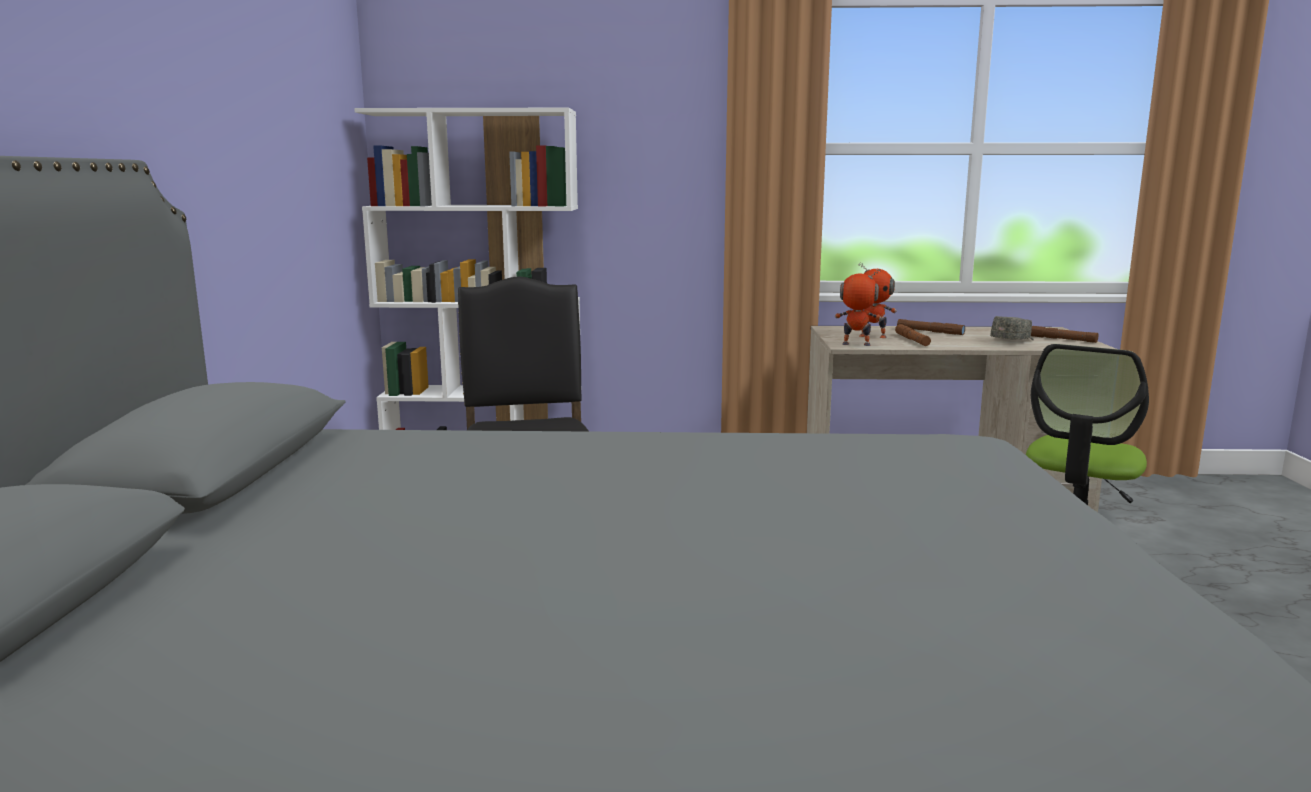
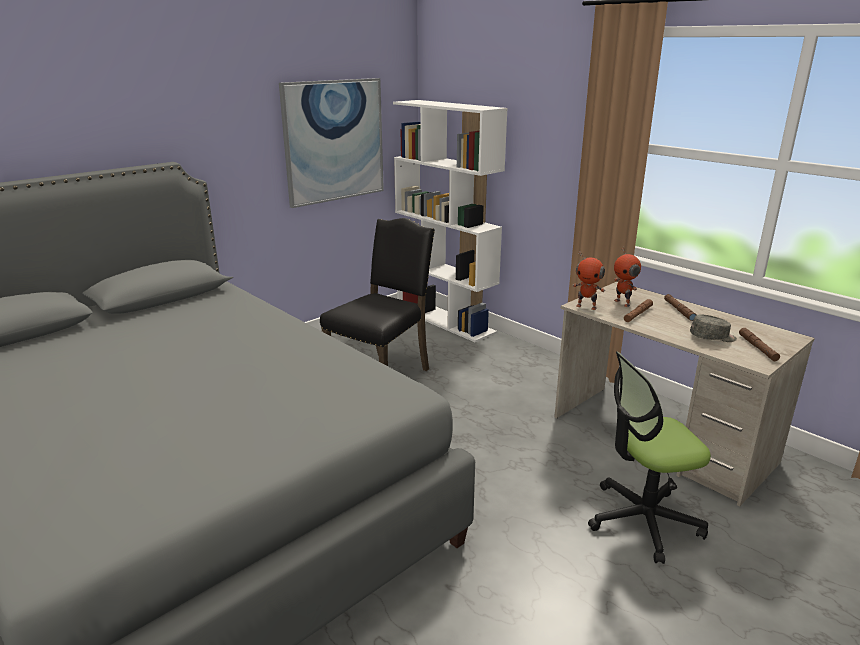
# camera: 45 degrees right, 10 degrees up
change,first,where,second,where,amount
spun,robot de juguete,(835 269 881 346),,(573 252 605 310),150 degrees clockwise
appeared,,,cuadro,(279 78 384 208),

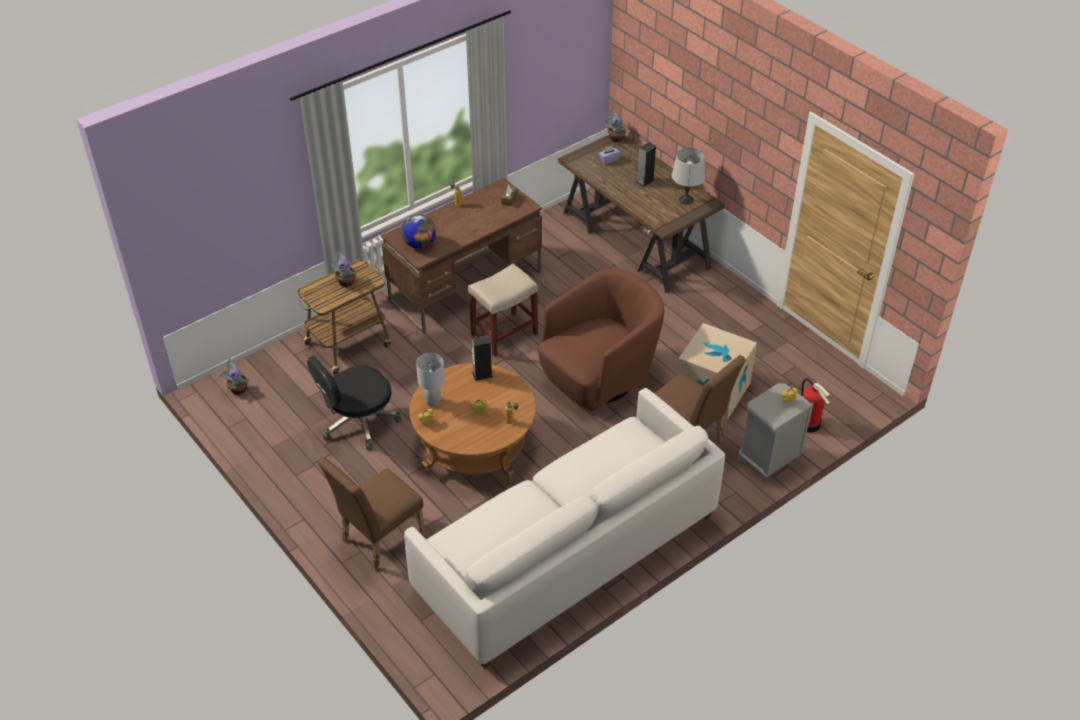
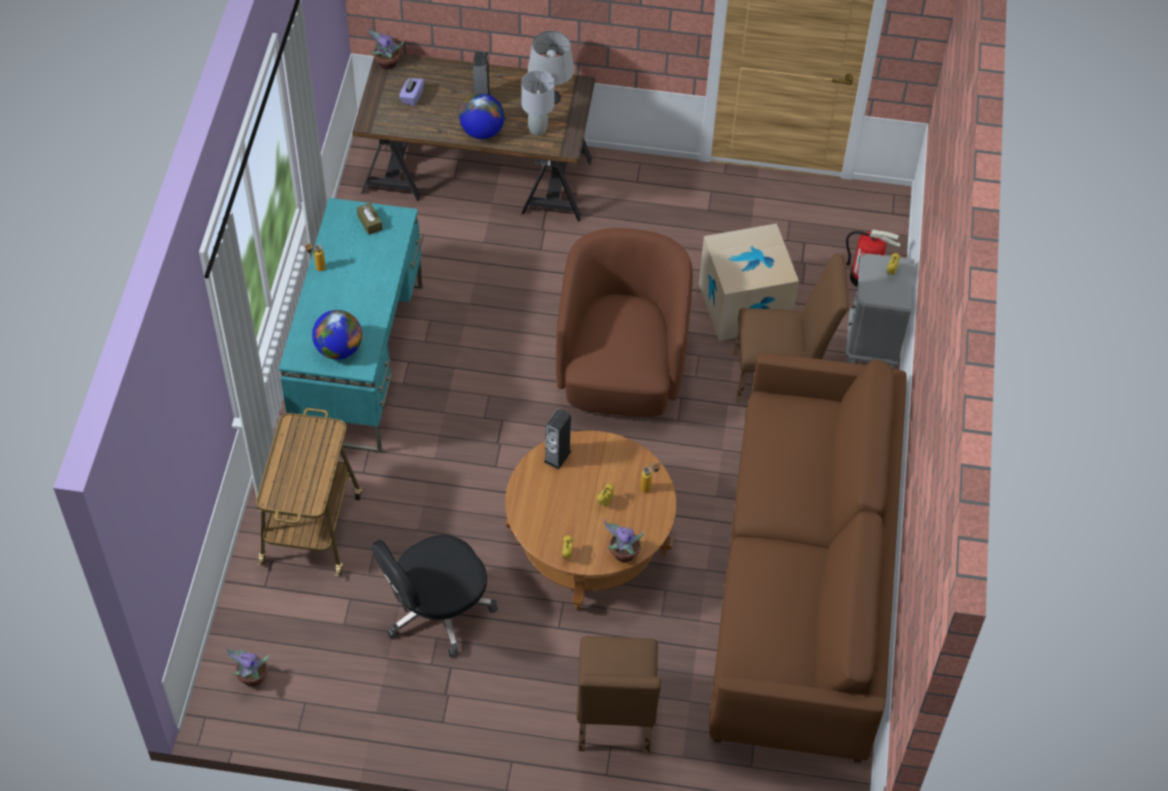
# camera: 45 degrees left, 10 degrees up
change,first,where,second,where,amount
spun,silla de oficina/negro,(307 356 401 450),,(372 535 498 658),45 degrees clockwise
relocated,planta en maceta,(329 249 358 287),,(604 519 644 562),
colour,escritorio/marrón,(381 178 542 334),escritorio/turquesa,(279 198 423 453),
colour,sofá/blanco,(404 388 725 669),sofá/marrón,(708 353 907 763),
relocated,lámpara de mesa/gris,(416 353 445 407),,(521 70 555 136),
missing,taburete/beis,(468 264 538 357),,,
appeared,,,globo terráqueo,(459 94 505 139),

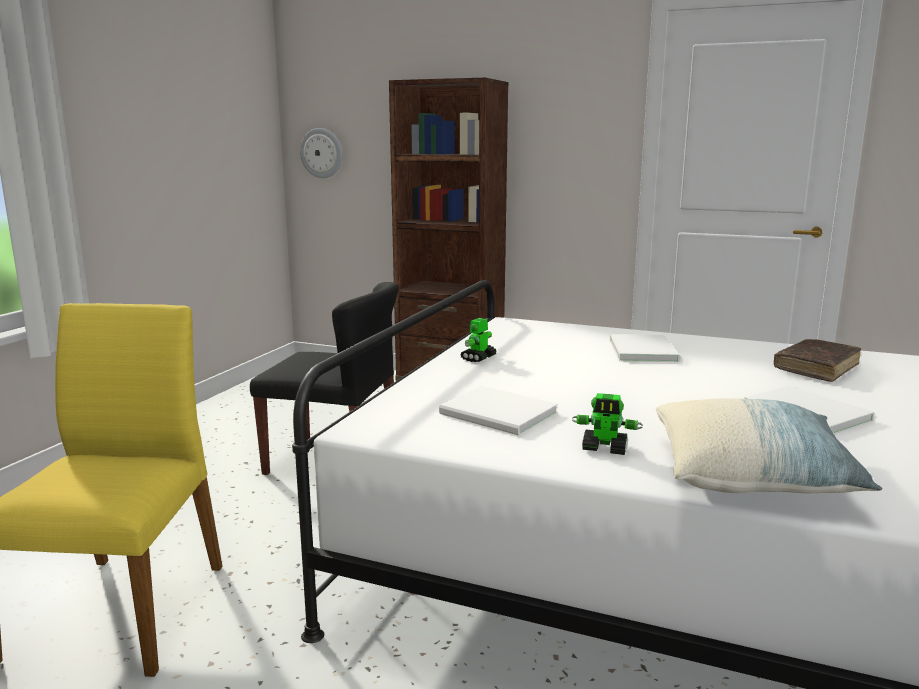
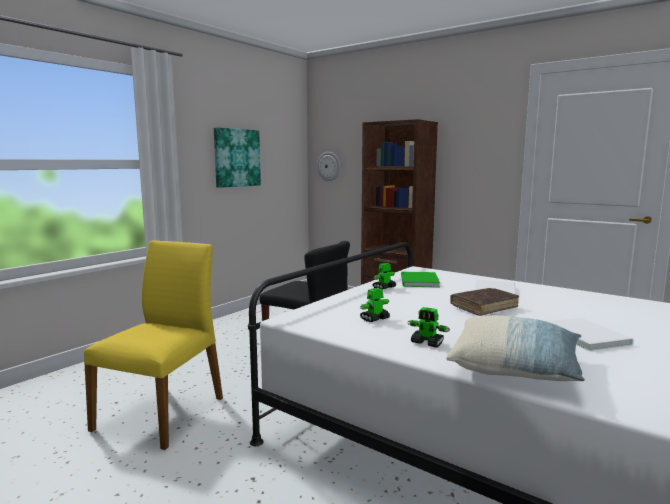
# camera: 15 degrees right, 5 degrees down
change,first,where,second,where,amount
exchanged,libro/blanco,(439 386 558 436),robot de juguete,(360 288 390 322),
relocated,libro/marrón,(774 339 861 382),,(450 288 519 316),
appeared,,,cuadro,(214 127 261 188),
appeared,,,libro/verde,(401 272 440 288),

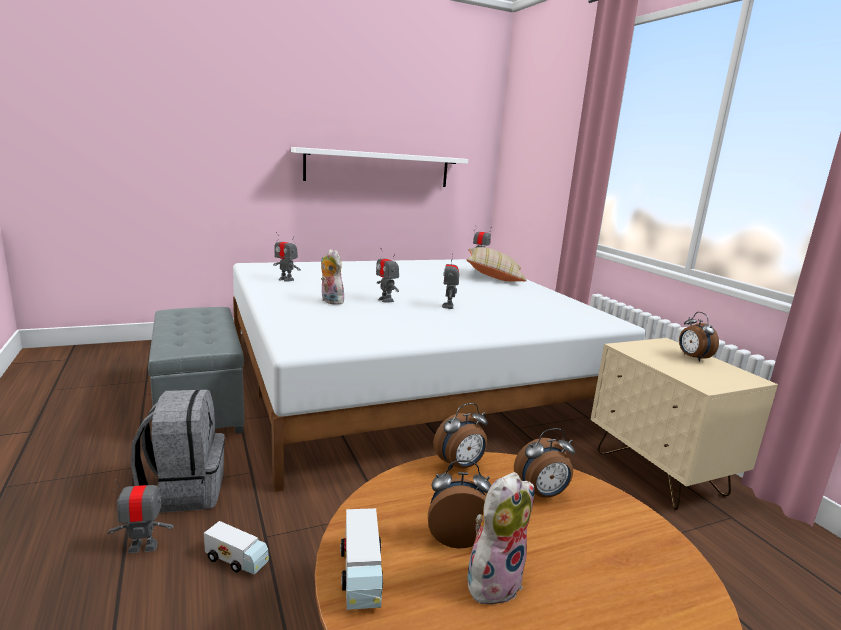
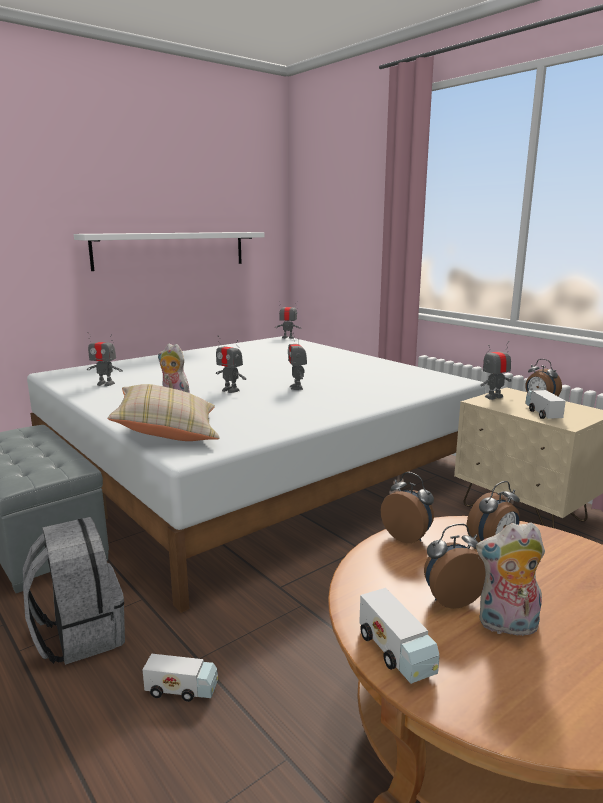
# camera: 15 degrees left, 0 degrees up
change,first,where,second,where,amount
relocated,robot de juguete,(108 475 173 553),,(480 341 512 400),
spun,despertador,(433 403 488 470),,(381 472 434 543),90 degrees counterclockwise
relocated,cojín/beis,(467 247 527 281),,(108 384 220 441),
spun,peluche,(467 472 534 605),,(476 522 545 640),120 degrees counterclockwise
appeared,,,camión de juguete,(525 390 566 419),

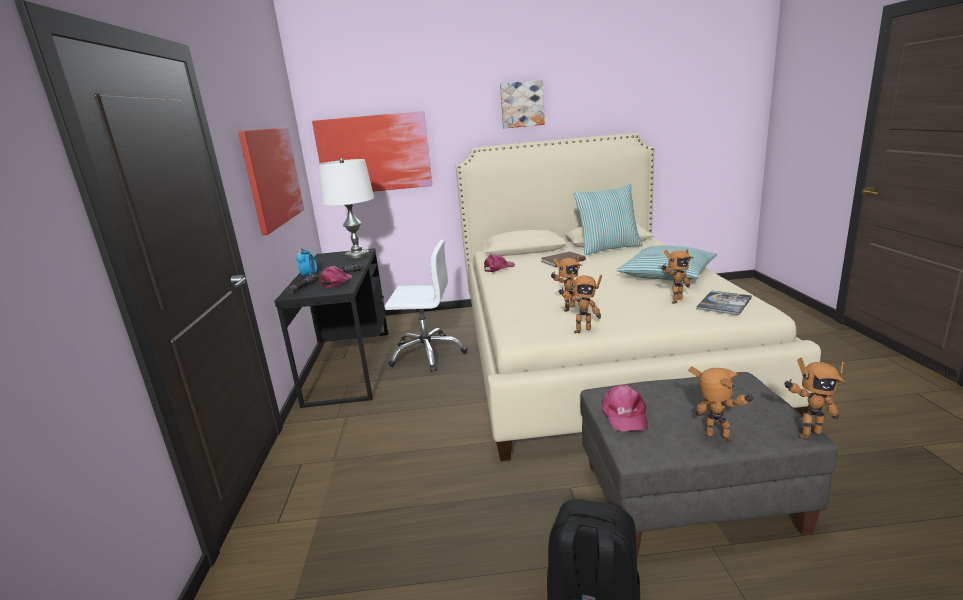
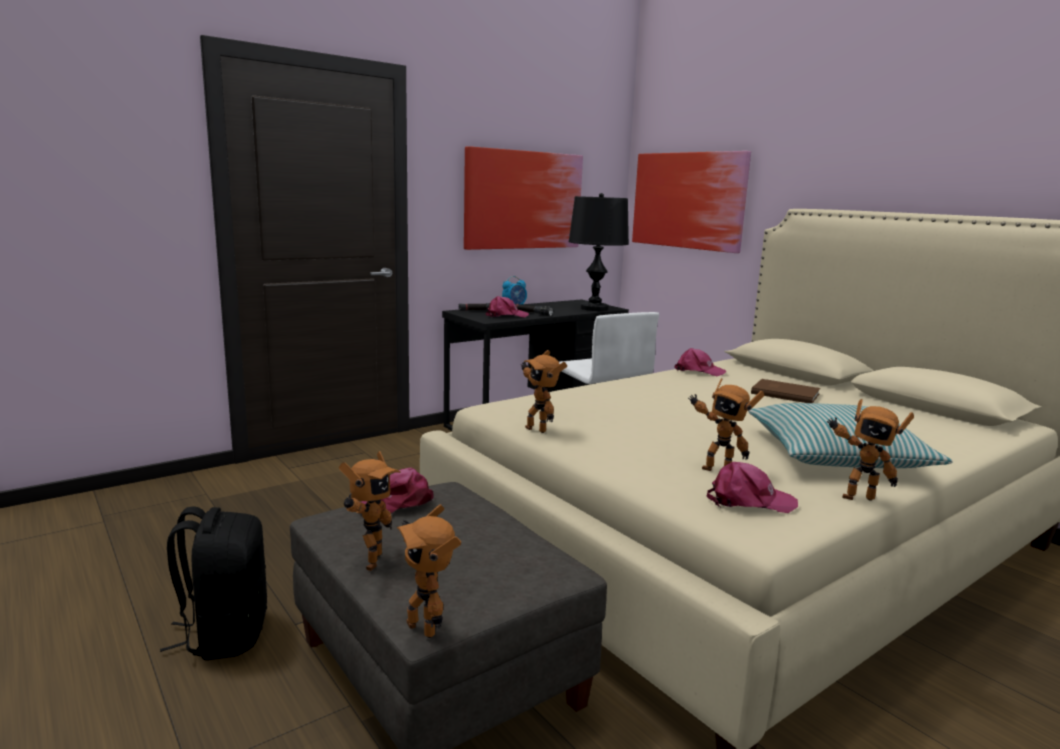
# camera: 55 degrees right, 5 degrees down
change,first,where,second,where,amount
colour,lámpara de mesa/blanco,(318 158 374 259),lámpara de mesa/negro,(569 193 629 311),
missing,cuadro,(500 80 545 128),,,
relocated,robot de juguete,(551 256 583 312),,(827 399 914 501),
missing,cojín,(573 184 643 256),,,
exchanged,libro,(696 291 752 315),gorra/rosa,(706 462 798 513),

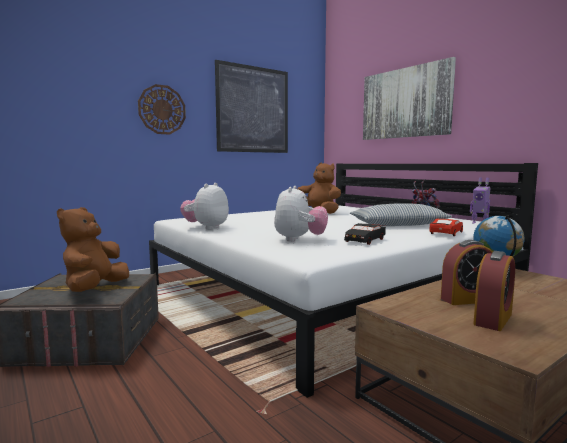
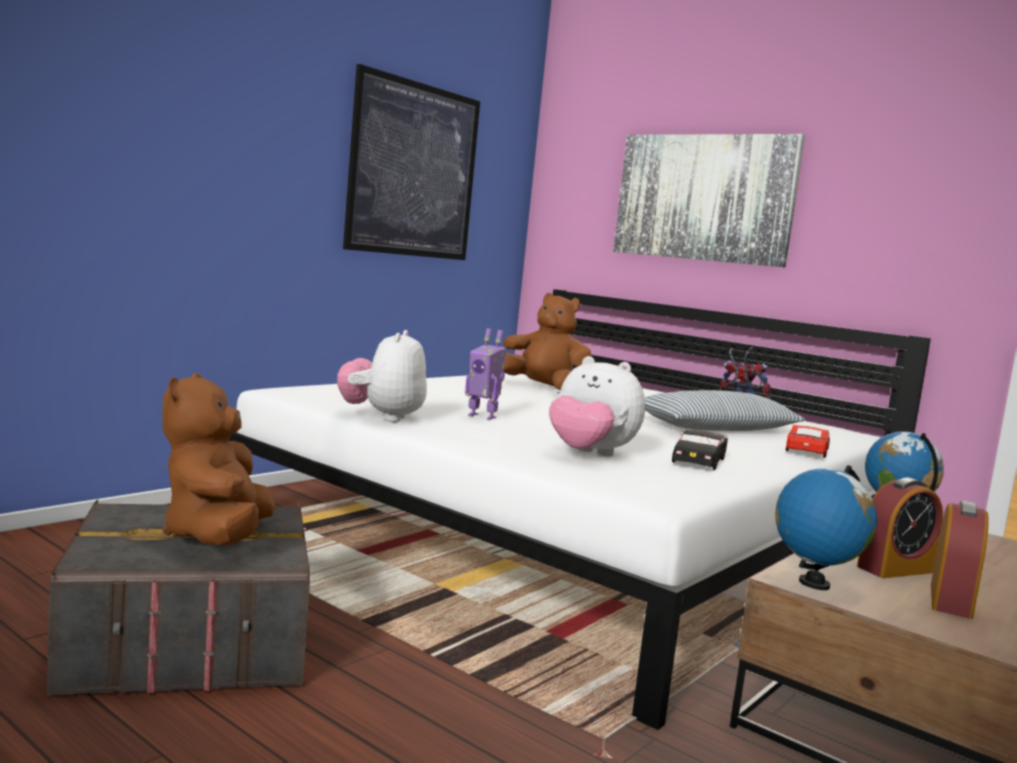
# camera: 15 degrees left, 0 degrees up
change,first,where,second,where,amount
missing,reloj de pared,(138 84 186 135),,,
spun,peluche,(274 186 328 242),,(549 356 645 456),120 degrees clockwise
relocated,robot de juguete,(470 177 491 224),,(465 328 506 420),
appeared,,,globo terráqueo,(775 465 877 590),

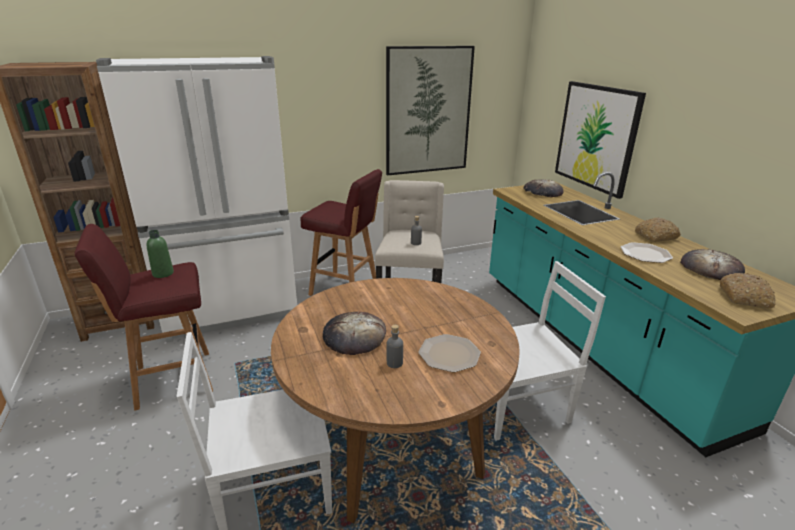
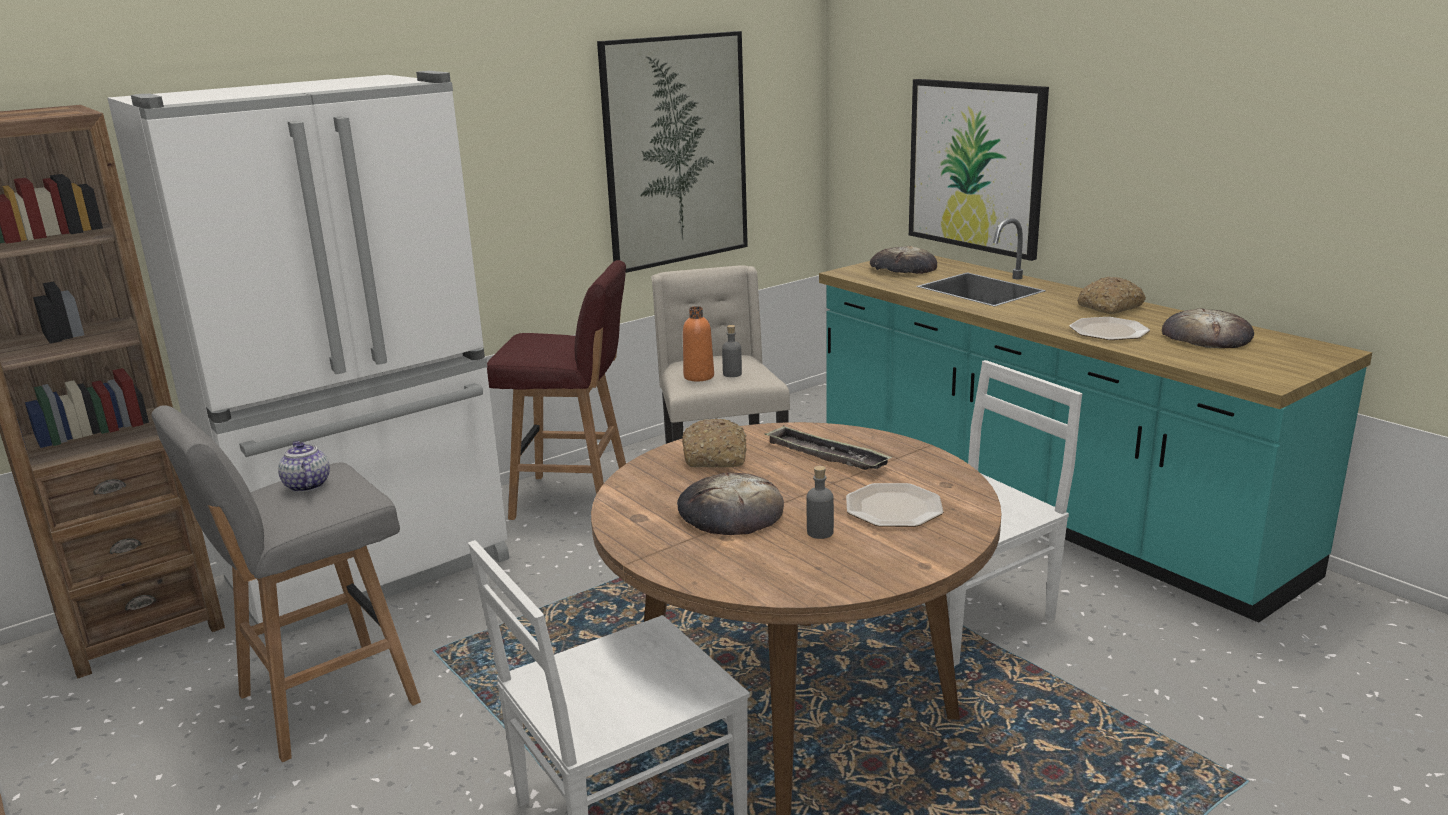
# camera: 15 degrees left, 5 degrees down
change,first,where,second,where,amount
colour,taburete/rojo,(75 224 213 411),taburete/gris,(151 405 421 762),
exchanged,botella/verde,(147 230 174 278),tetera,(278 441 330 492),
relocated,pan,(720 273 776 308),,(682 418 747 468),
appeared,,,botella/naranja,(683 306 714 382),
appeared,,,bandeja,(765 426 892 470),

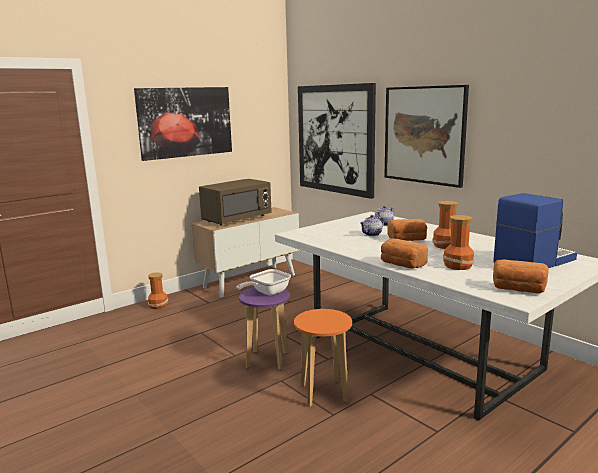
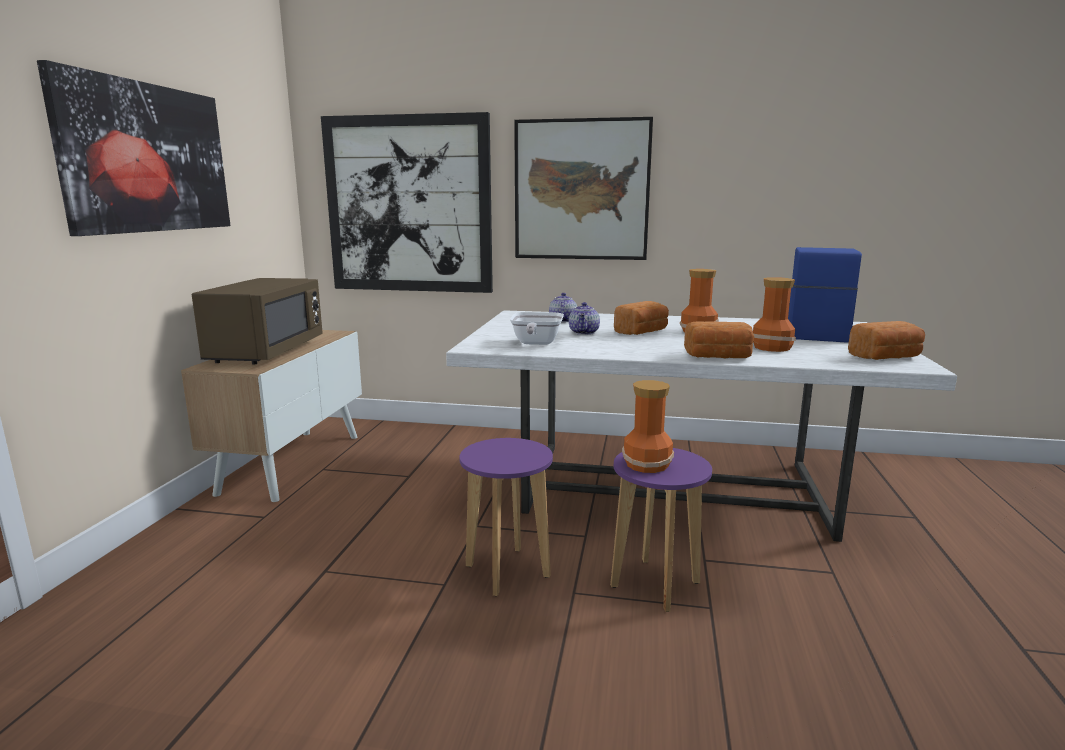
# camera: 40 degrees left, 0 degrees up
change,first,where,second,where,amount
relocated,florero,(148 272 168 309),,(622 380 674 473),
relocated,sartén,(236 269 291 296),,(510 312 564 345),
colour,taburete/naranja,(294 309 352 407),taburete/morado,(610 448 712 612),

